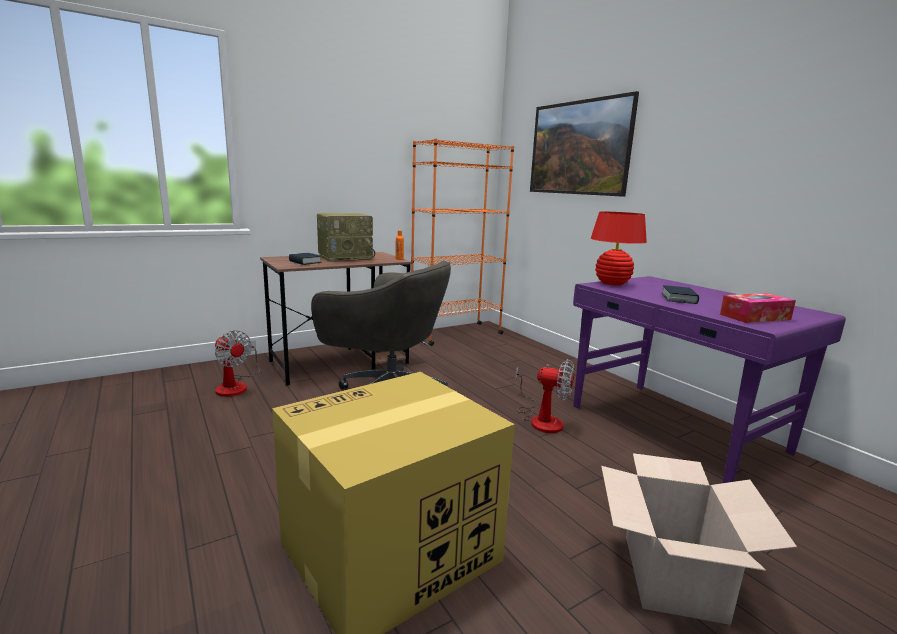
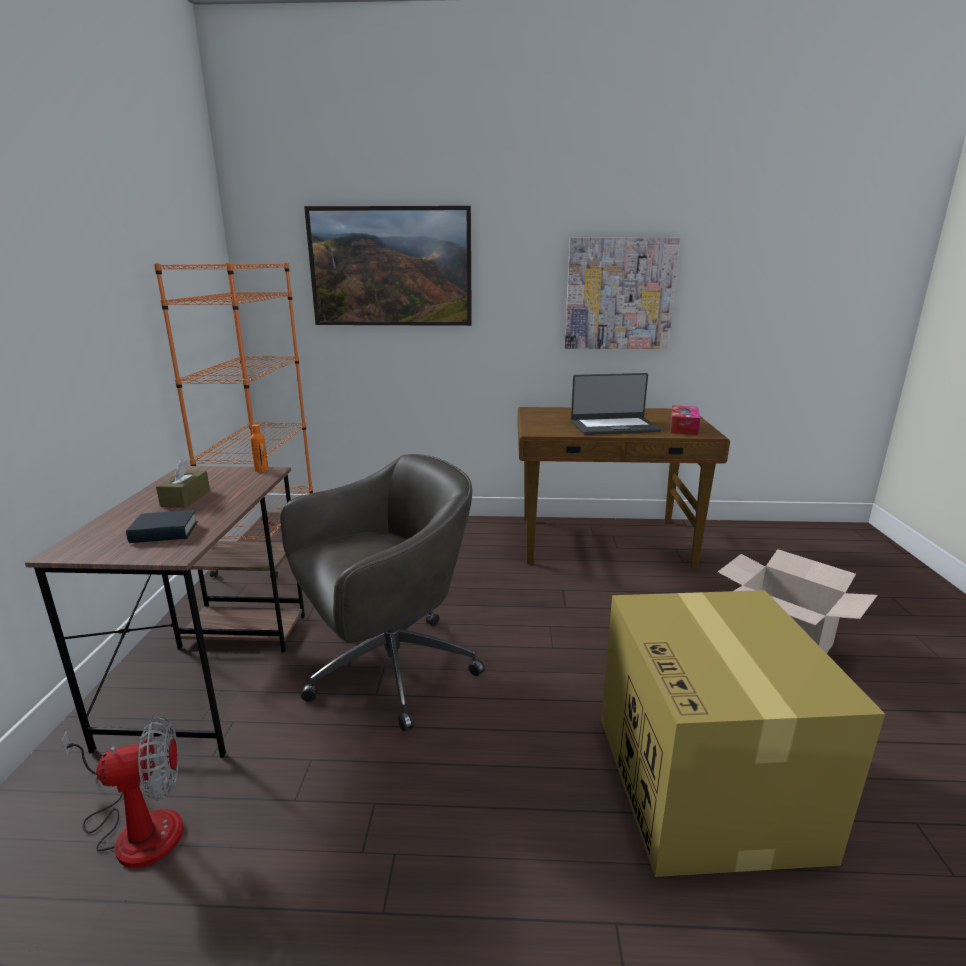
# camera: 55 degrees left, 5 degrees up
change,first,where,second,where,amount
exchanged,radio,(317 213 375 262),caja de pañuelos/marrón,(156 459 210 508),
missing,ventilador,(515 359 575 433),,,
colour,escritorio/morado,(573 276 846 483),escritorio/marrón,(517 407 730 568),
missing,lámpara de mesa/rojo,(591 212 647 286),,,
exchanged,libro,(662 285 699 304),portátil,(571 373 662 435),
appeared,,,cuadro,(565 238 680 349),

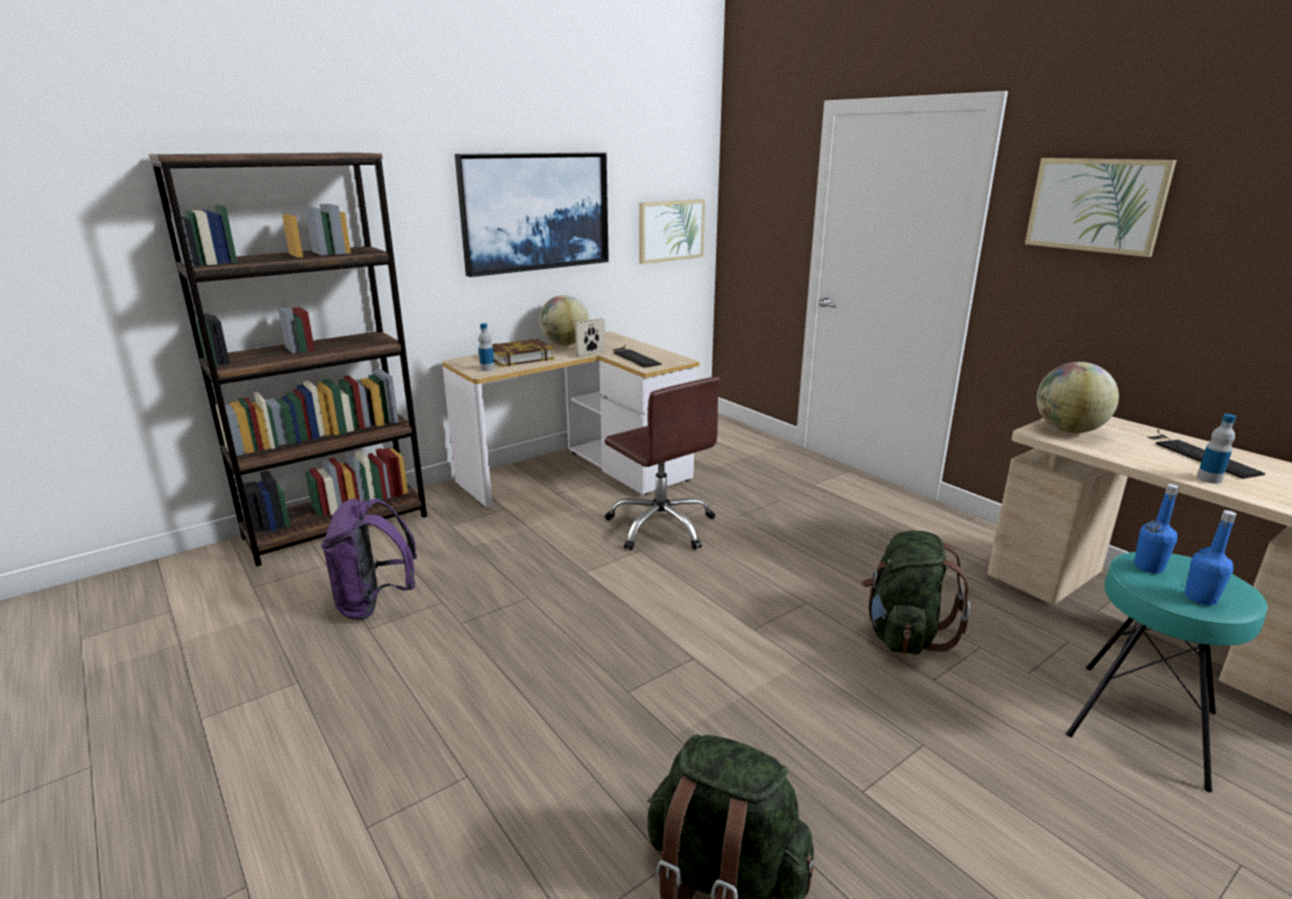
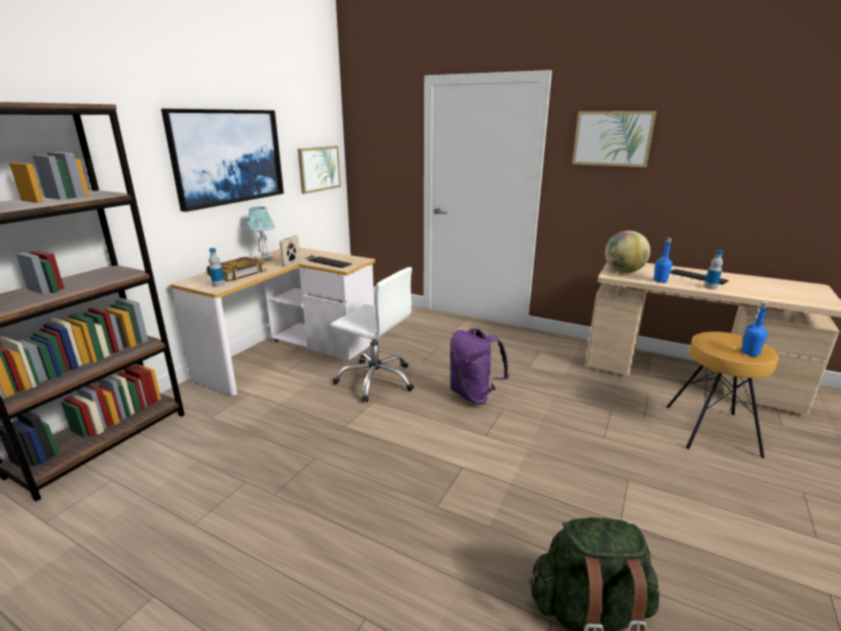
# camera: 25 degrees left, 0 degrees up
change,first,where,second,where,amount
relocated,mochila/morado,(321 498 417 620),,(450 328 509 405),
exchanged,globo terráqueo,(539 295 589 346),lámpara de mesa,(246 207 275 261),
colour,silla de oficina/marrón,(605 377 720 550),silla de oficina/blanco,(331 267 414 403),
missing,mochila/verde,(861 531 971 655),,,
colour,taburete/turquesa,(1066 552 1268 793),taburete/marrón,(666 332 778 458),
relocated,botella/azul,(1134 484 1179 573),,(654 237 673 283),

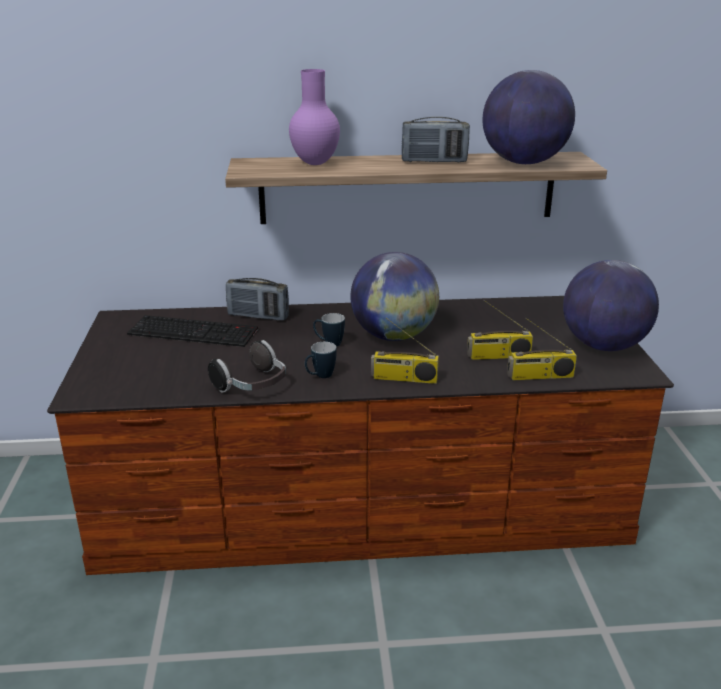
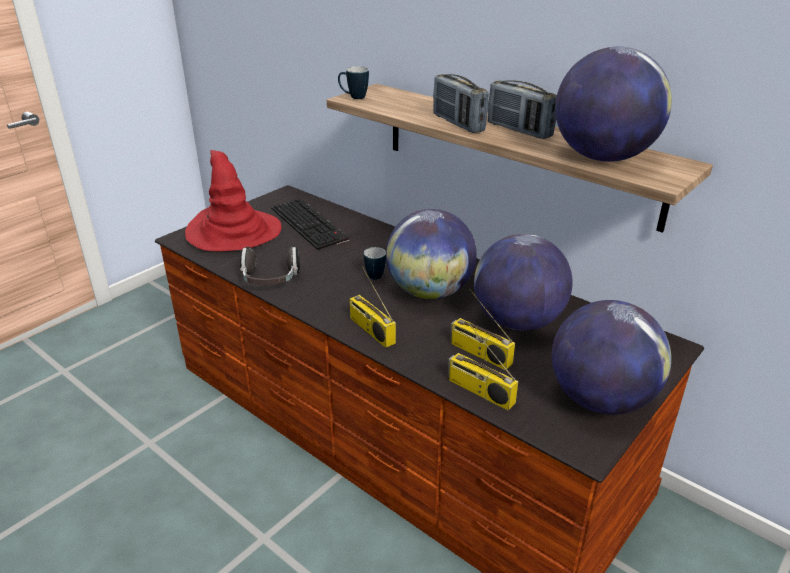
# camera: 45 degrees right, 5 degrees up
change,first,where,second,where,amount
relocated,radio,(226 278 289 321),,(433 74 488 133),
missing,florero/morado,(289 69 340 165),,,
relocated,taza grande,(305 342 337 378),,(338 66 369 99),
appeared,,,sombrero/rojo,(185 150 281 251),
appeared,,,globo terráqueo,(474 234 572 331),

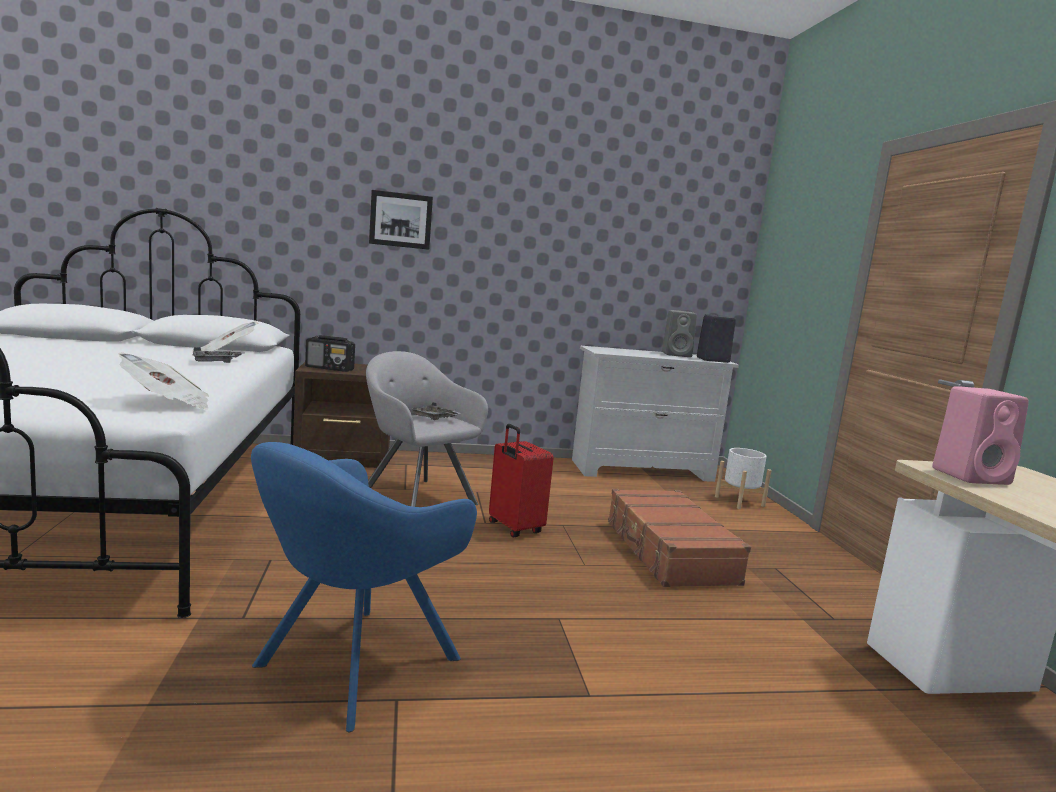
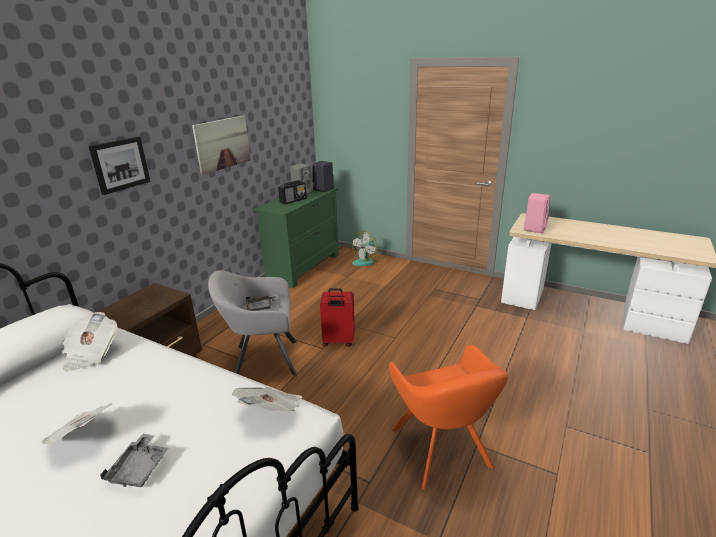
# camera: 50 degrees left, 15 degrees up
change,first,where,second,where,amount
relocated,bandeja/gris,(193 347 245 363),,(100 433 168 487),
colour,sillón/azul,(251 442 477 732),sillón/naranja,(389 345 509 490),
relocated,radio,(305 335 355 372),,(278 180 307 204),
colour,cómoda/blanco,(572 346 739 482),cómoda/verde,(253 187 339 288),
missing,maleta/marrón,(607 489 751 587),,,
exchanged,maceta/blanco,(715 448 772 509),ventilador,(352 231 380 266),
appeared,,,periódico,(42 403 113 444),
appeared,,,cuadro,(192 115 251 175),

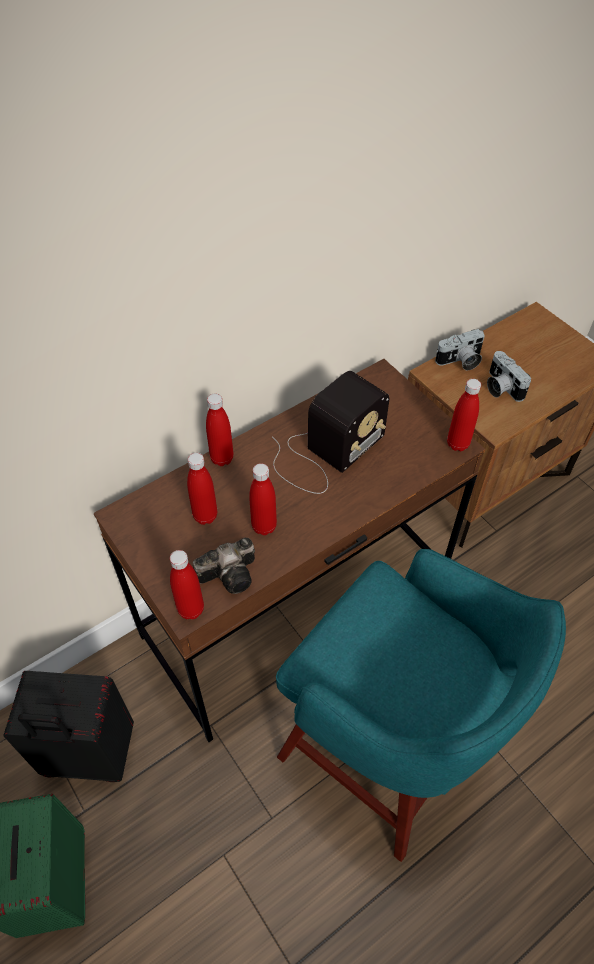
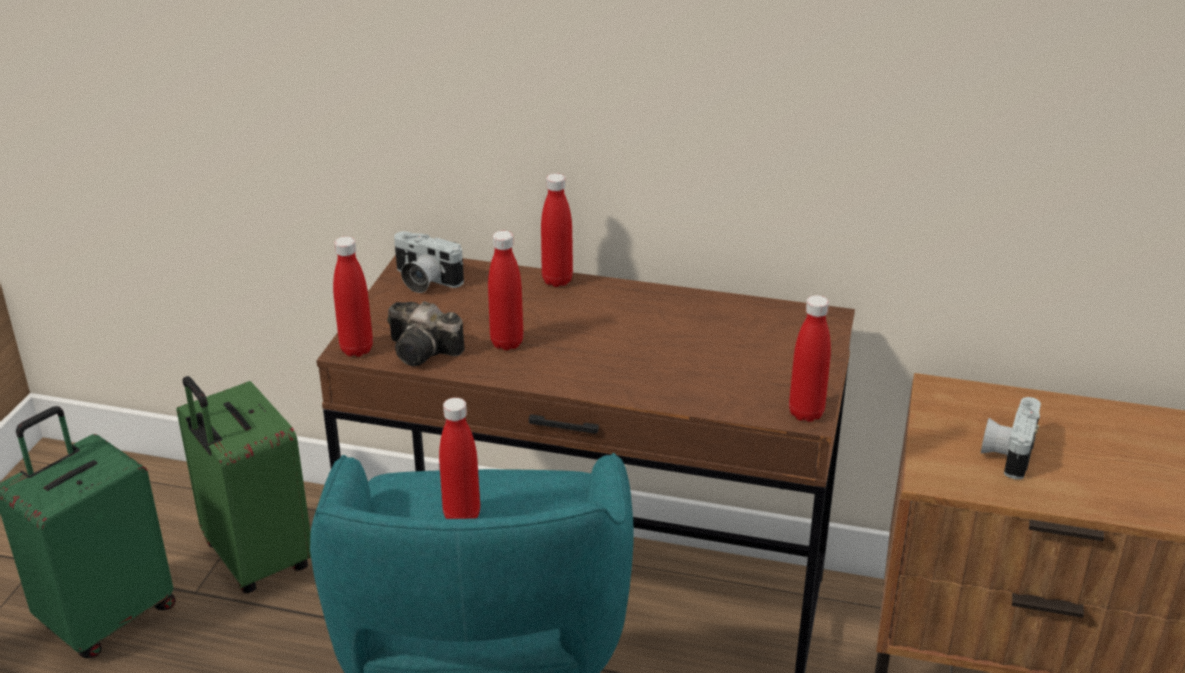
# camera: 50 degrees right, 20 degrees down
change,first,where,second,where,amount
colour,maleta/negro,(4 671 134 782),maleta/verde,(176 376 311 593),
relocated,botella/rojo,(187 453 217 525),,(439 398 480 519),
missing,radio,(272 371 389 494),,,
relocated,cámara,(435 329 485 371),,(394 231 464 293),

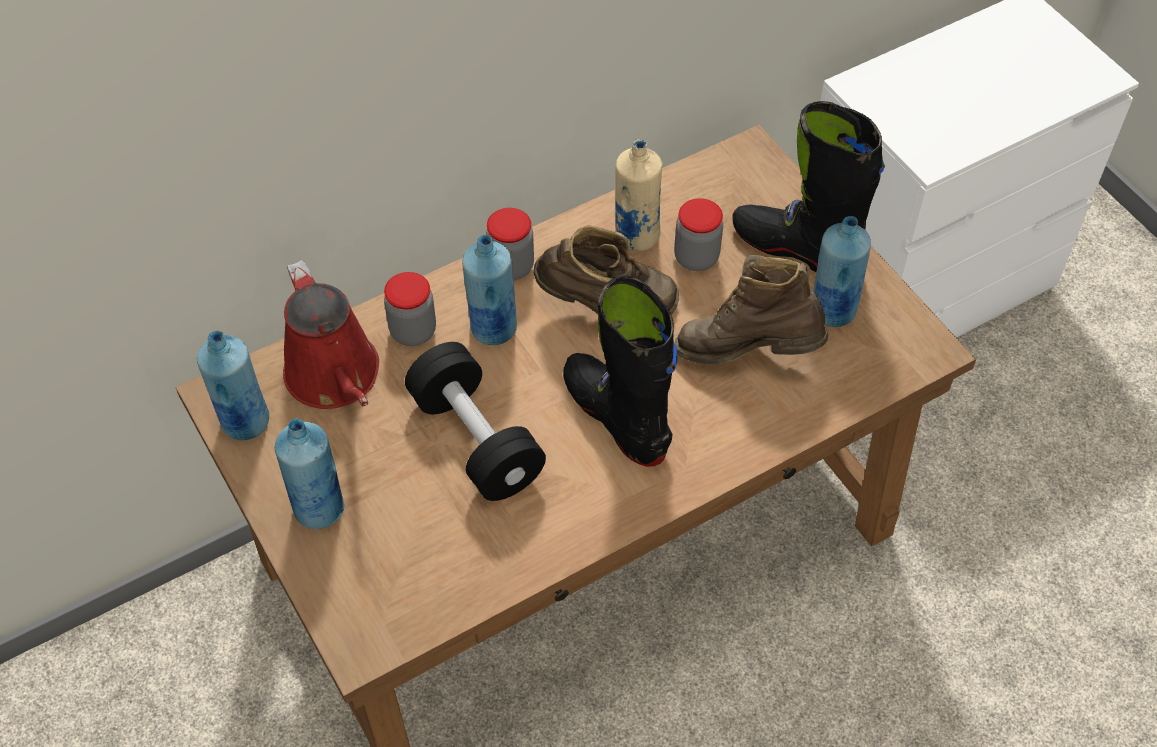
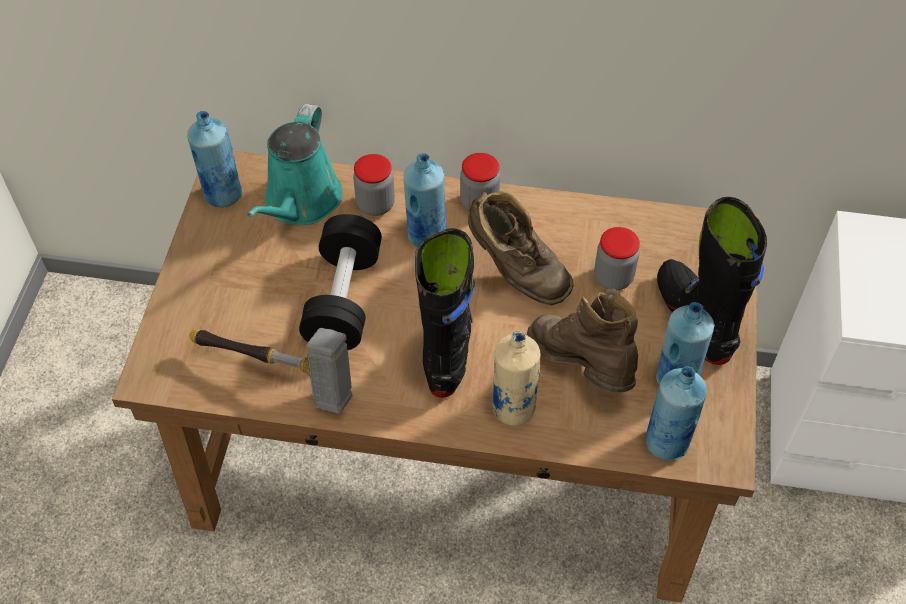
# camera: 40 degrees right, 0 degrees up
change,first,where,second,where,amount
relocated,botella/azul,(275 418 344 529),,(646 366 707 461),
colour,regadera/rojo,(283 260 379 409),regadera/turquesa,(247 104 343 225),
relocated,botella/beis,(615 139 662 251),,(493 331 541 426),
appeared,,,martillo,(189 328 352 413),

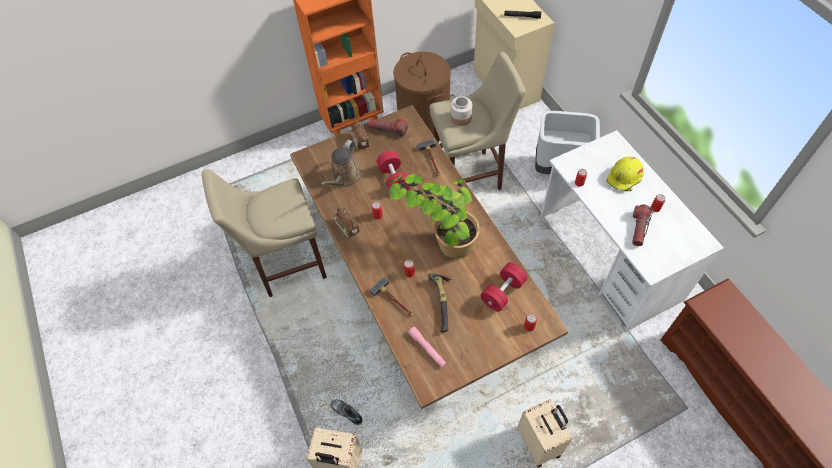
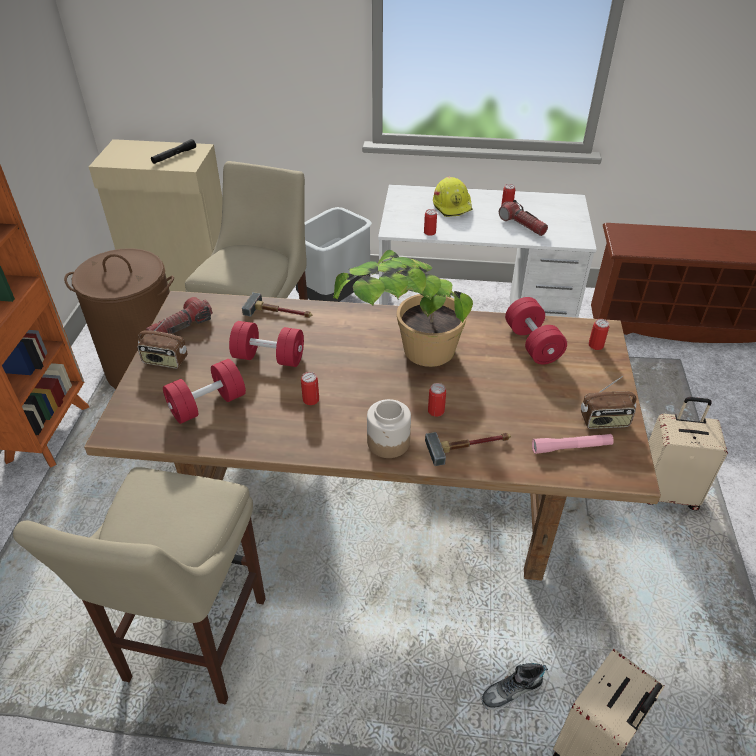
# camera: 60 degrees left, 15 degrees down
change,first,where,second,where,amount
exchanged,regadera/marrón,(320 140 362 187),mancuerna/rojo,(163 359 246 424),
relocated,radio,(333 208 360 238),,(581 376 637 429),
missing,martillo,(428 273 451 333),,,
relocated,tarro,(450 96 472 126),,(367 399 411 458),

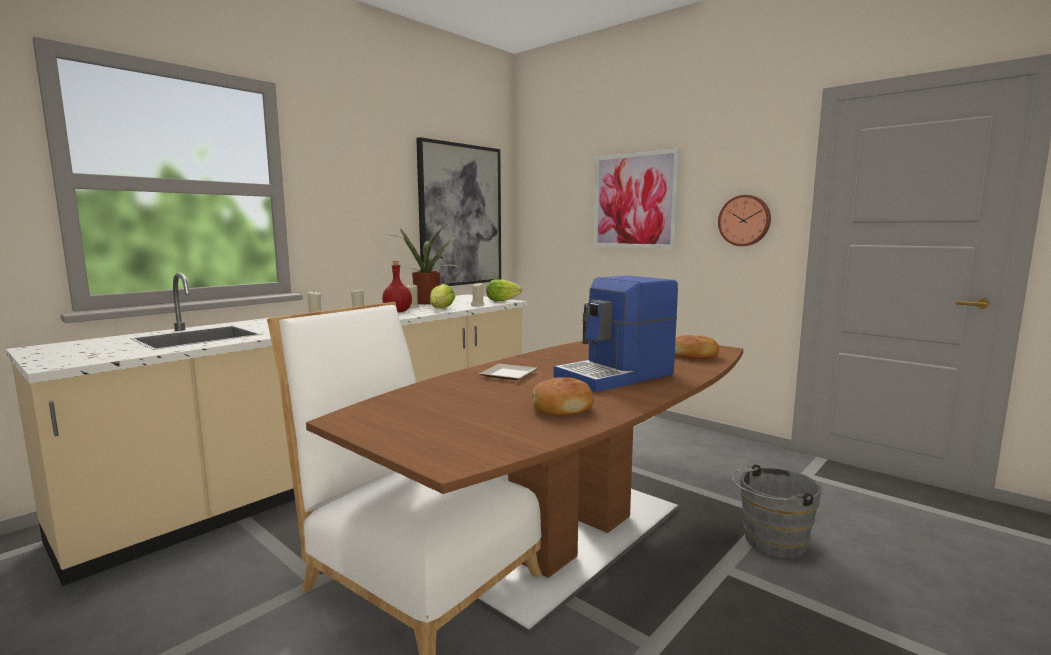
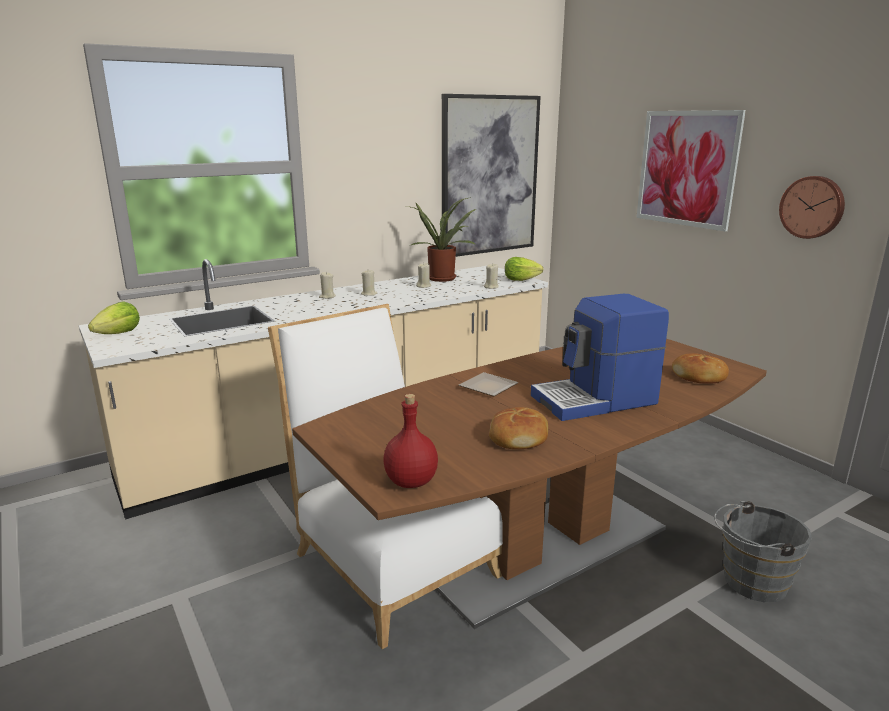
# camera: 15 degrees right, 10 degrees up
change,first,where,second,where,amount
relocated,botella/rojo,(382 261 412 312),,(383 394 438 488),
relocated,lechuga,(430 284 455 308),,(88 301 140 334),

